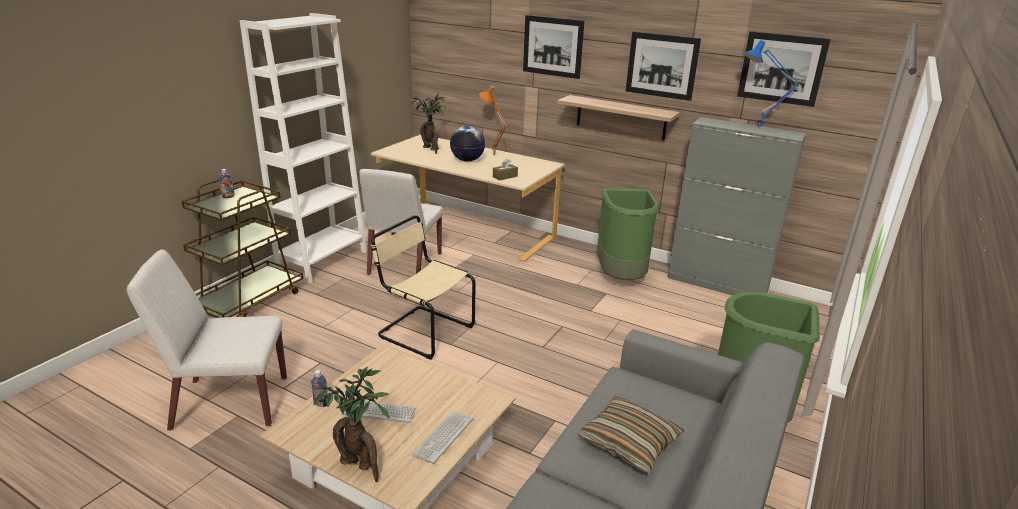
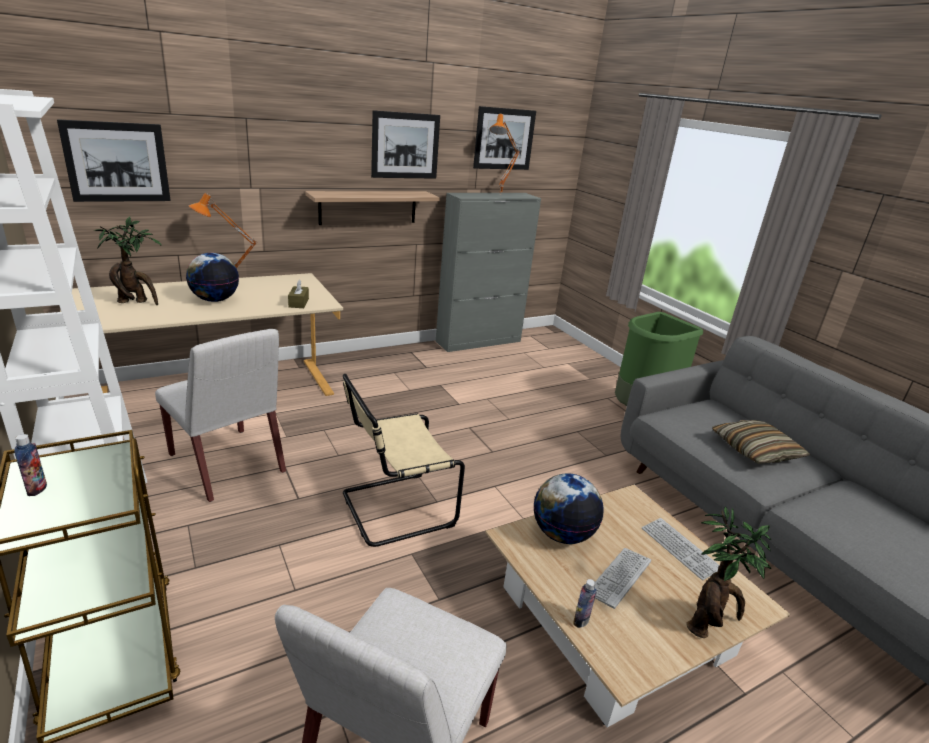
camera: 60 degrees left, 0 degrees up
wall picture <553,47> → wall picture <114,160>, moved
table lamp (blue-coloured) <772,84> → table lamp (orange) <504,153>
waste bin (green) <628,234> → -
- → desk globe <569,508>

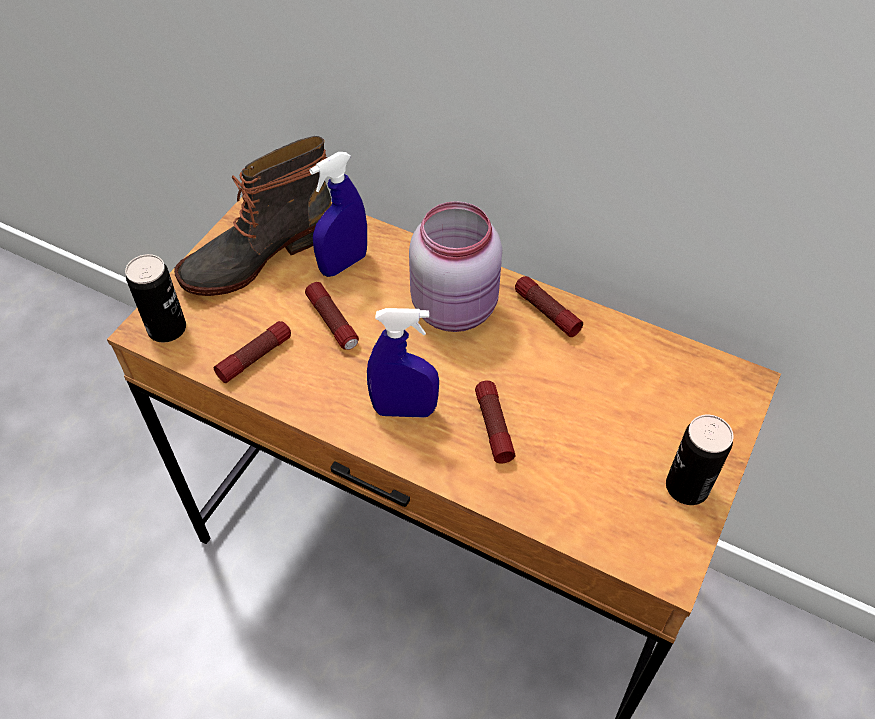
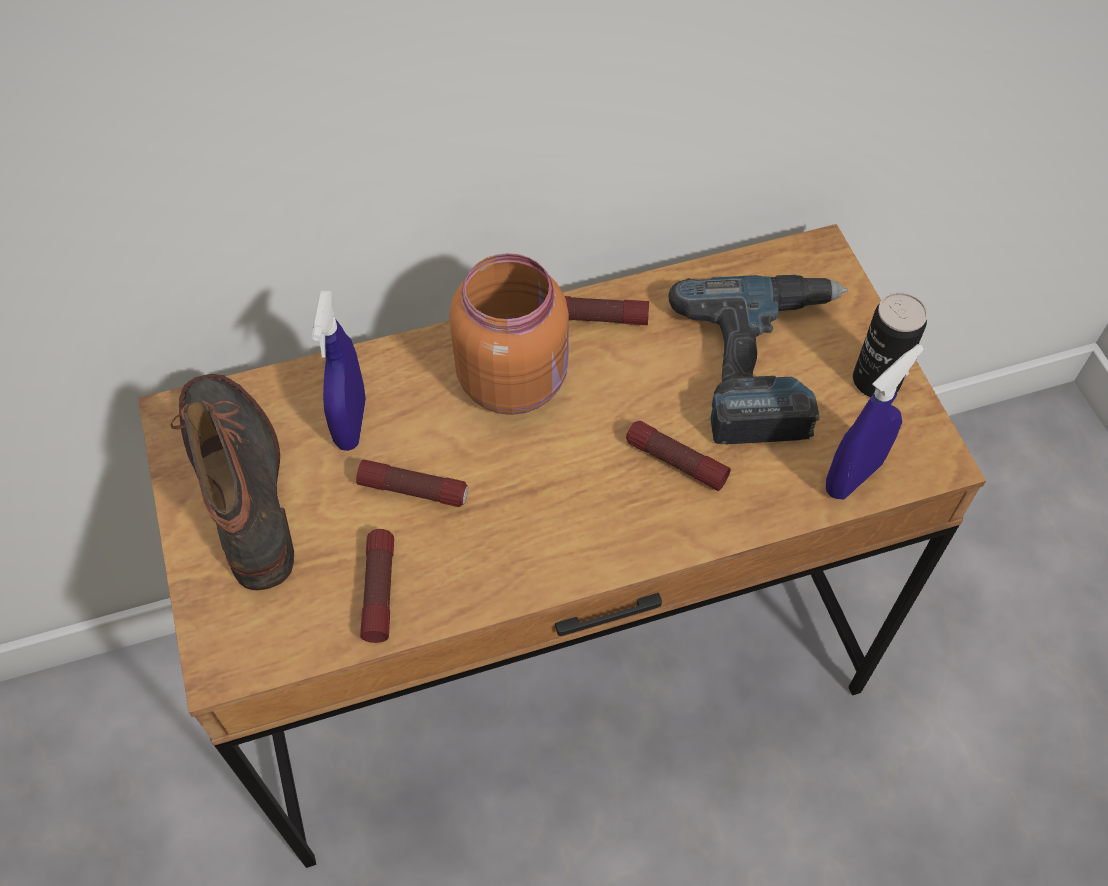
camera: 45 degrees left, 5 degrees up
boot <253,216> → boot <232,482>, 150 degrees clockwise
preserve jar (pink) <455,266> → preserve jar (orange) <509,334>
can <155,298> → -
spray bottle (blue-coloured) <403,363> → spray bottle (blue-coloured) <875,422>, moved
- → electric drill <758,359>

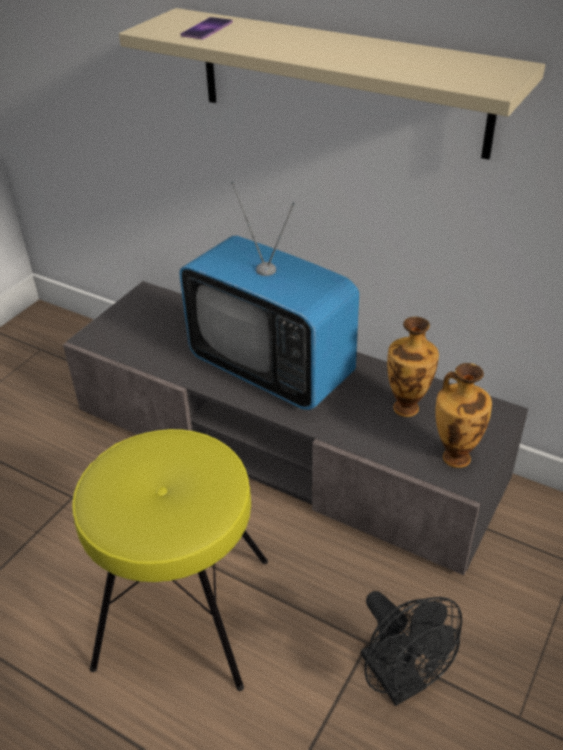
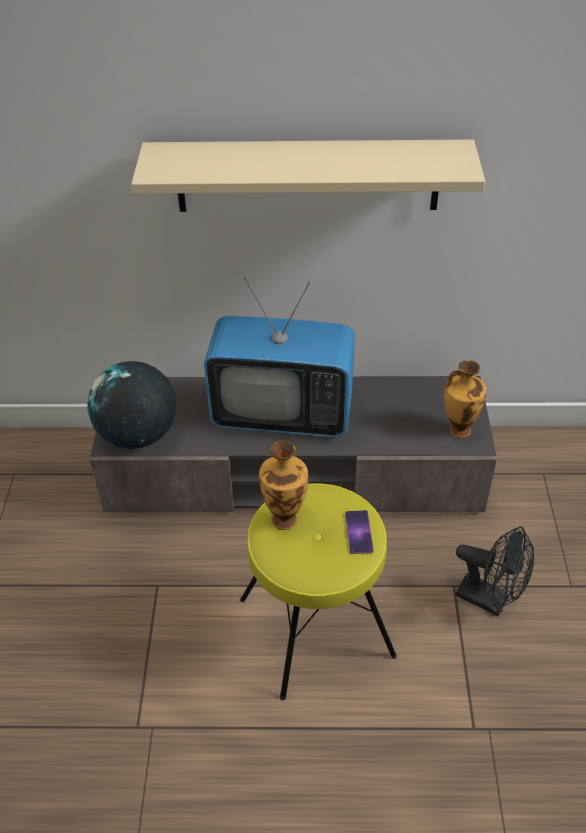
camera: 30 degrees left, 5 degrees up
telephone <207,28> → telephone <359,532>, moved
flower vase <413,367> → flower vase <283,485>, moved
- → desk globe <131,405>

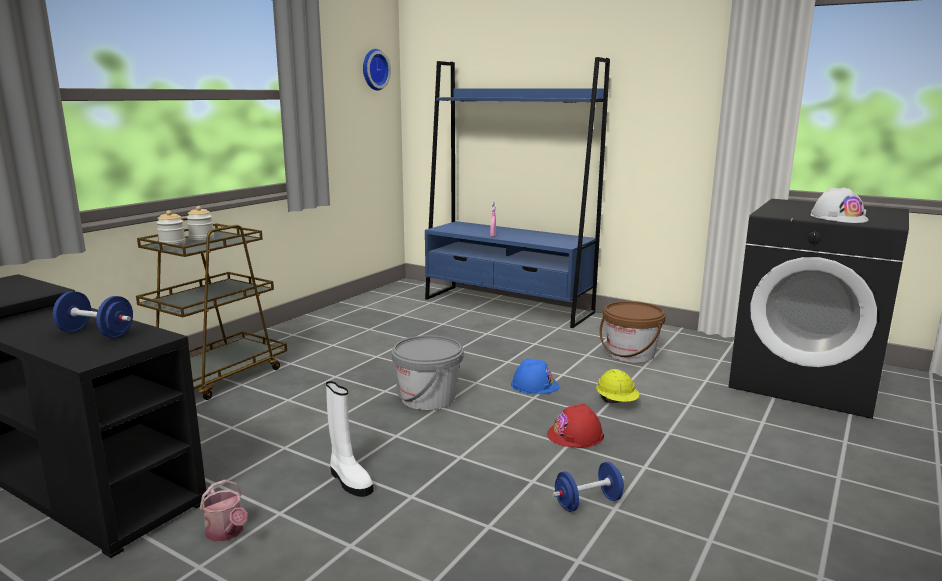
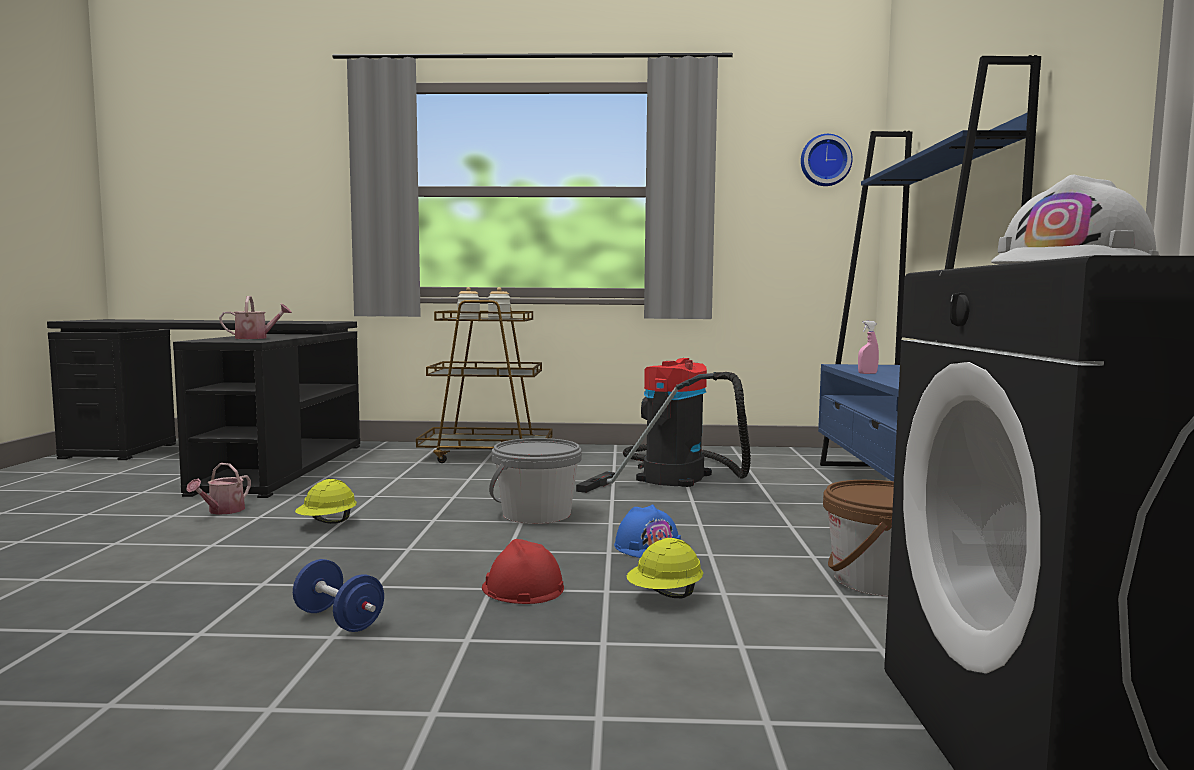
camera: 60 degrees right, 10 degrees down
free weight (blue-coloured) <93,314> → sprinkling can <255,317>
boot (white) <350,439> → safety helmet (yellow-coloured) <326,501>
- → vacuum cleaner <663,425>

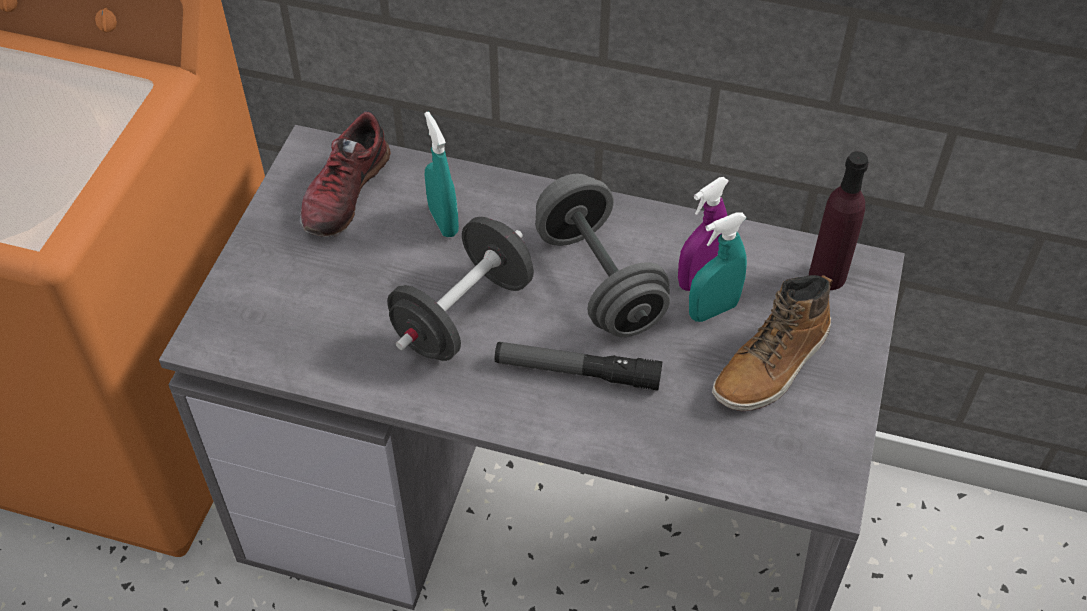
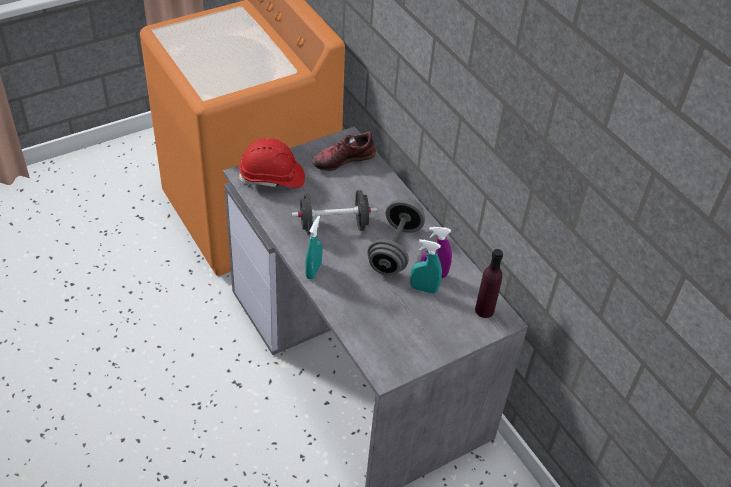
camera: 40 degrees right, 5 degrees down
spray bottle (blue-green) <441,174> → spray bottle (blue-green) <313,247>, moved
boot <772,343> → -
torch <578,366> → -
- → safety helmet (reddish) <271,163>

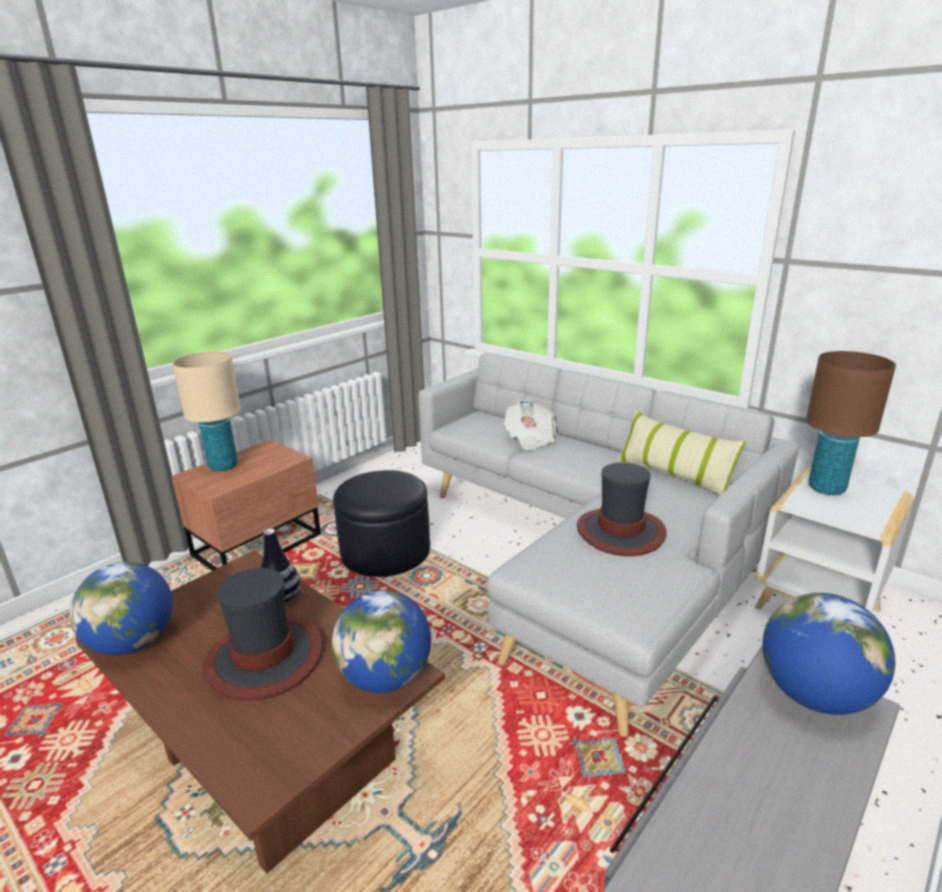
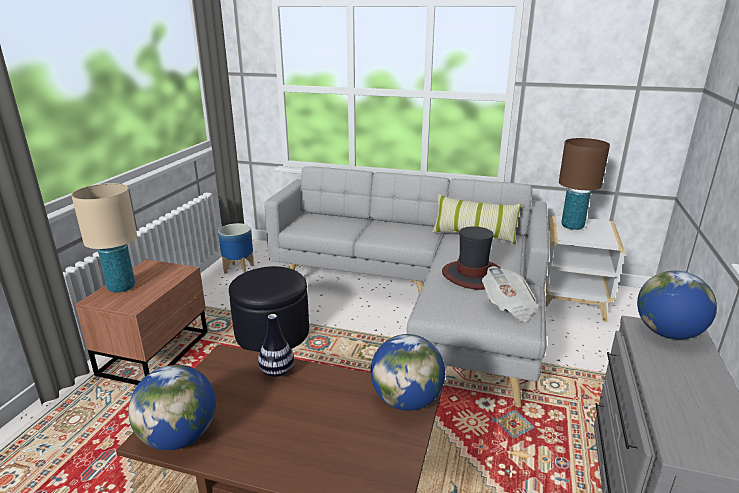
camera: 25 degrees left, 0 degrees up
printed paper <530,425> → printed paper <510,294>, moved
clothing hat <262,634> → -
- → flower pot <236,248>

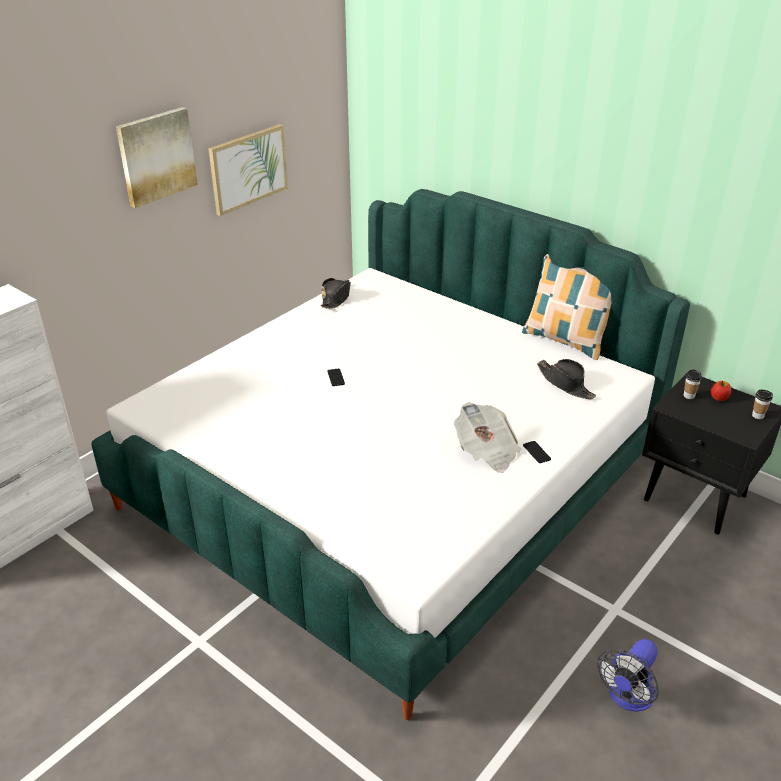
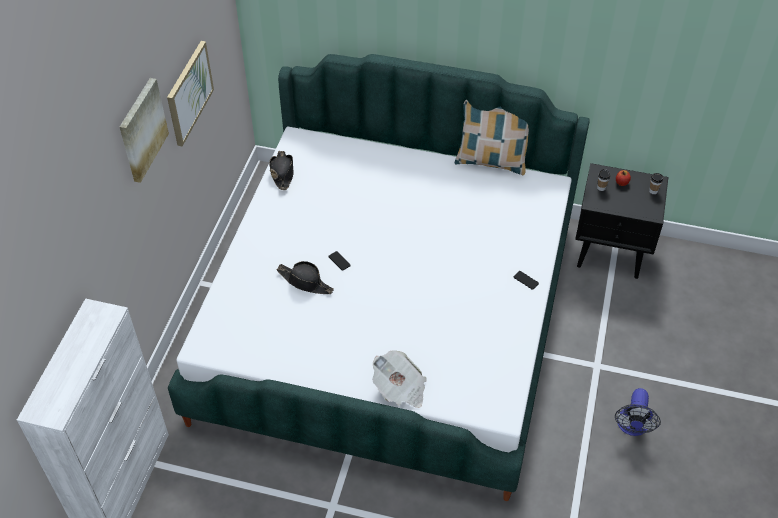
camera: 25 degrees left, 15 degrees up
clothing hat (blackish) <566,379> → clothing hat (blackish) <305,277>, moved
printed paper <488,437> → printed paper <399,379>, moved

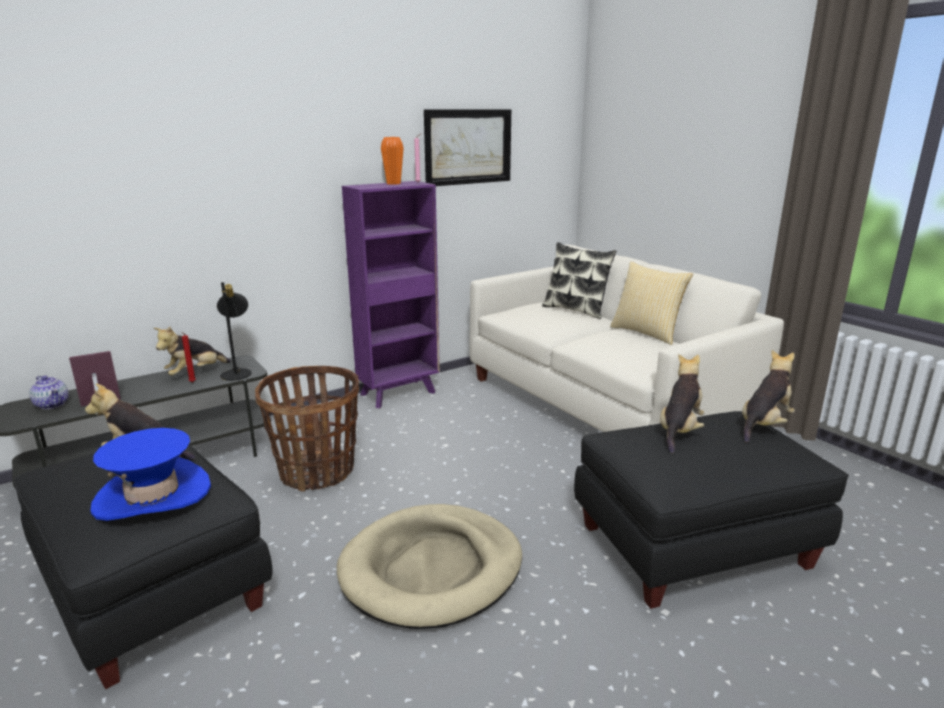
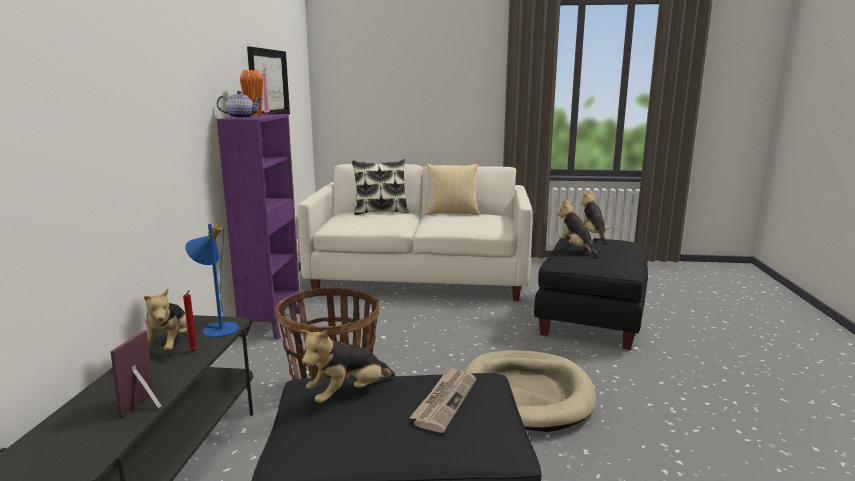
camera: 50 degrees left, 5 degrees down
table lamp (blackish) <234,331> → table lamp (blue-coloured) <212,280>
pot for tea <49,392> → pot for tea <239,104>, moved
clothing hat (blue-coloured) <150,474> → printed paper <442,399>

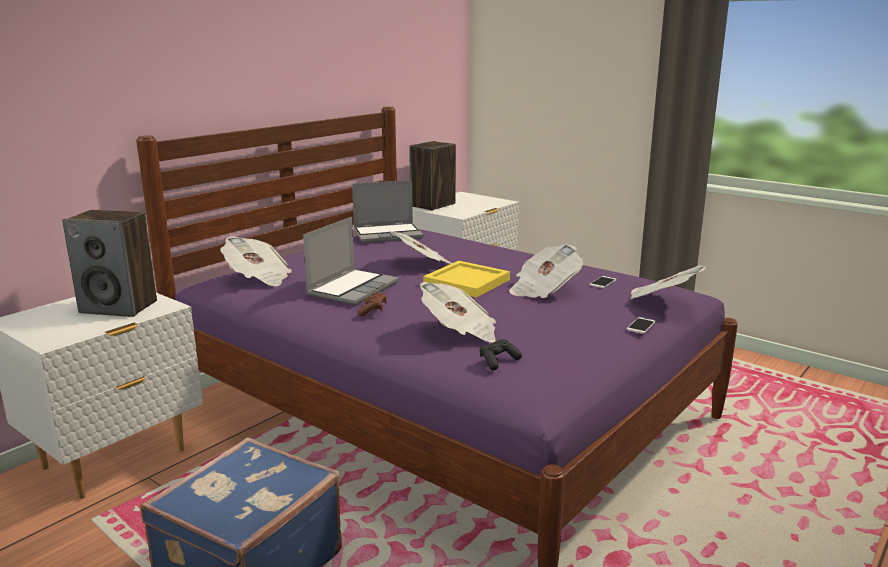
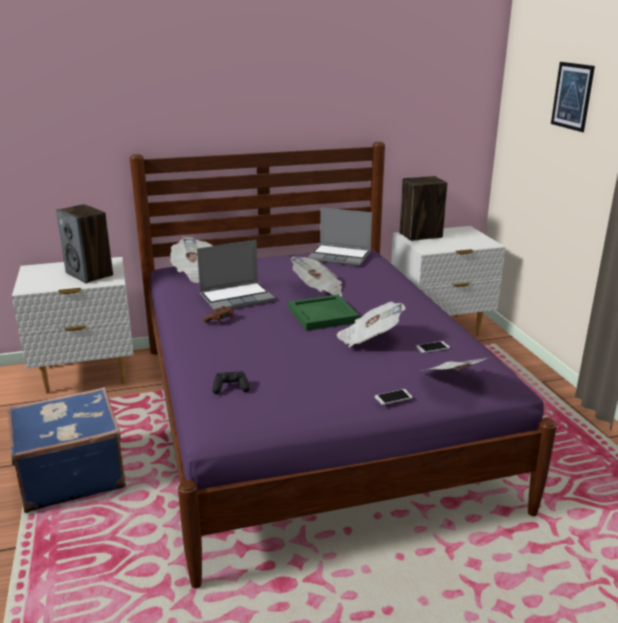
camera: 35 degrees right, 5 degrees up
tray (yellow-coloured) <466,279> → tray (green) <323,313>
printed paper <458,312> → -
- → wall picture <573,97>

